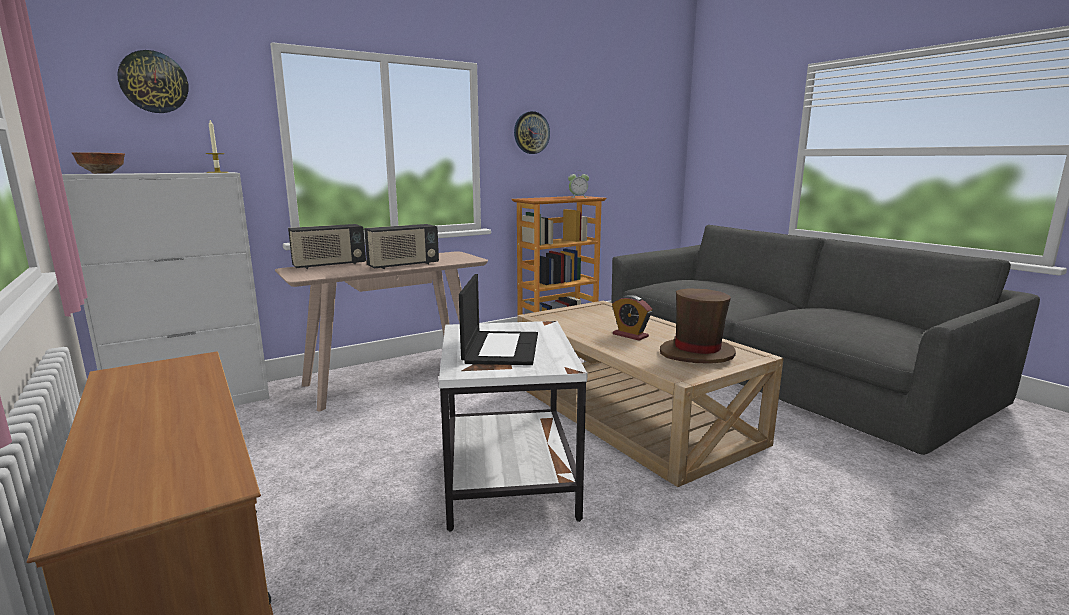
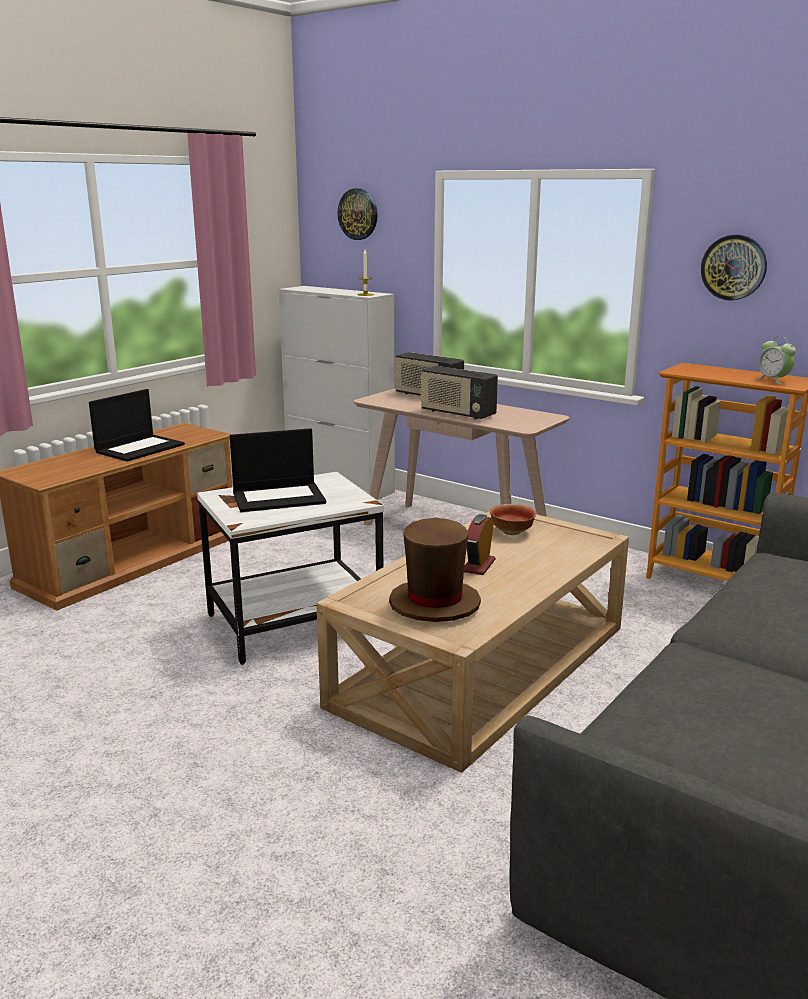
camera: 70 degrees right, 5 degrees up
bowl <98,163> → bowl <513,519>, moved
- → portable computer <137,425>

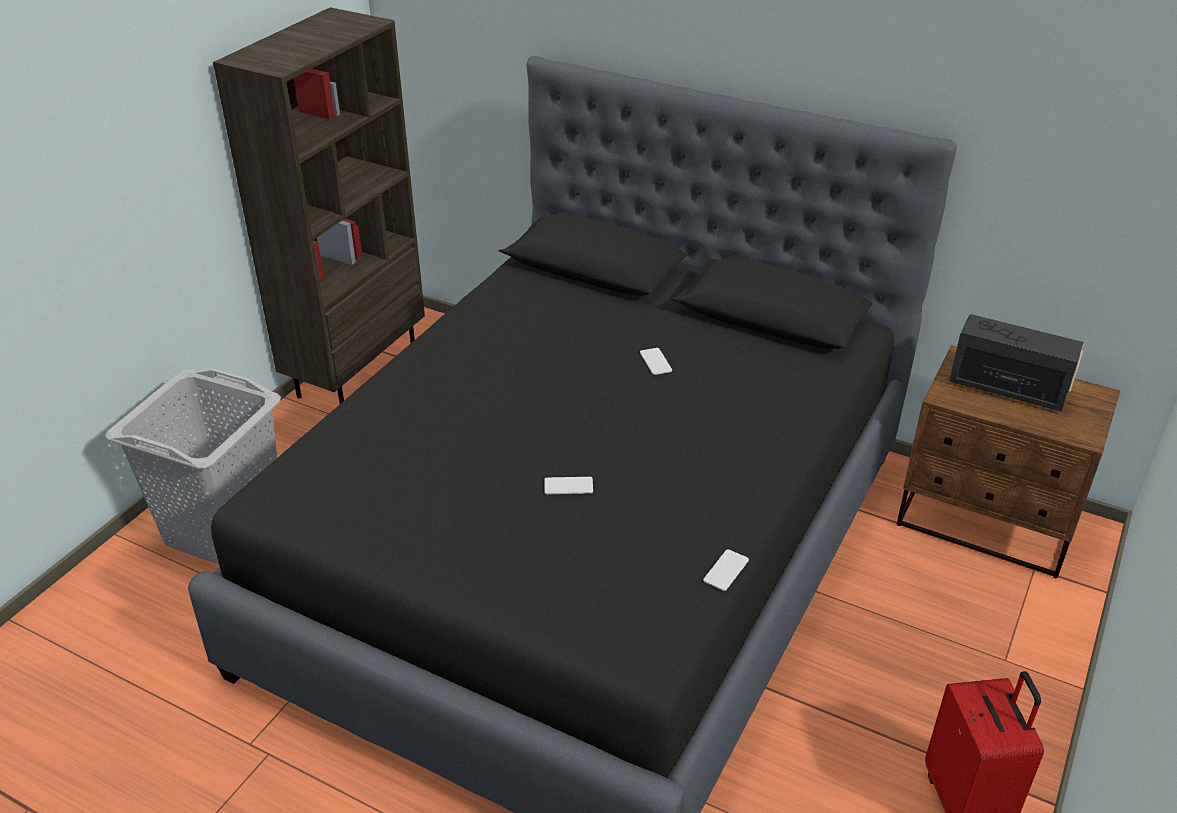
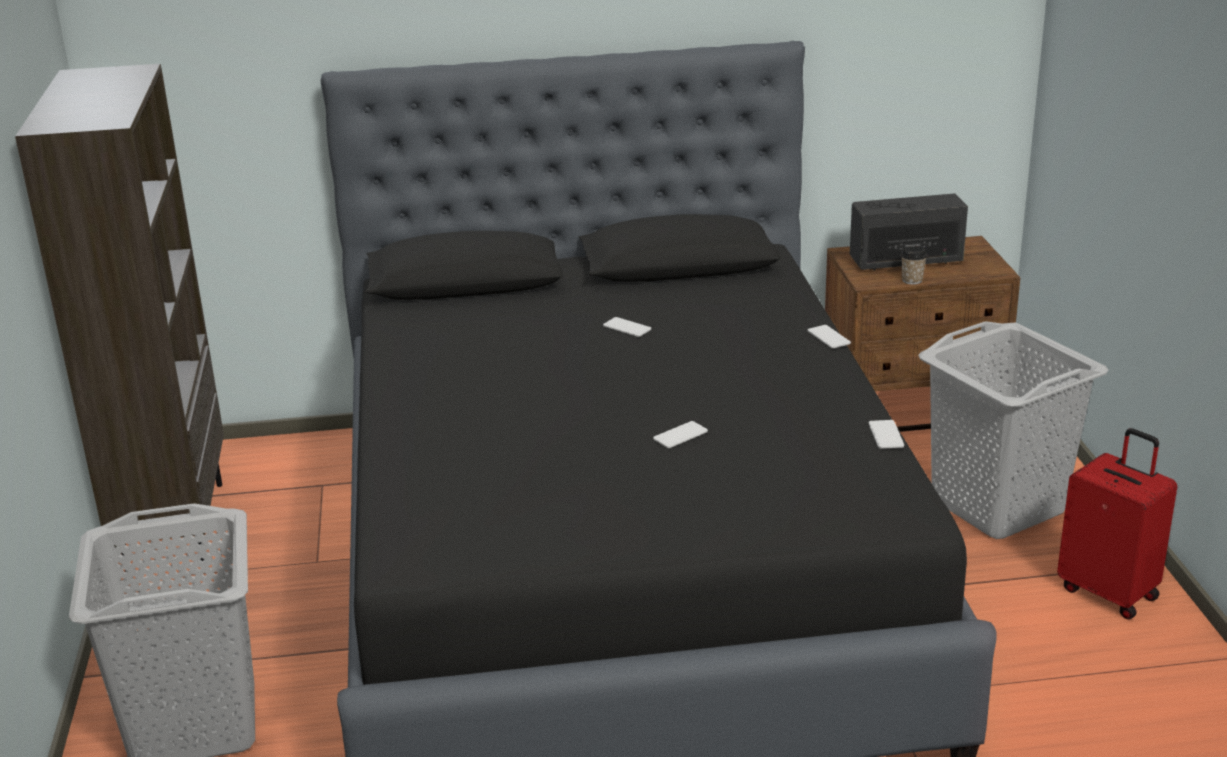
camera: 35 degrees left, 10 degrees down
- → cup <914,265>
- → laundry basket (greyish) <1013,430>
- → telephone <829,336>

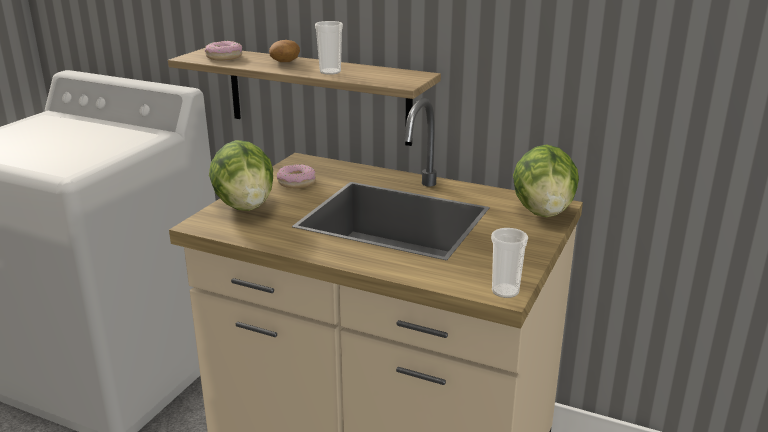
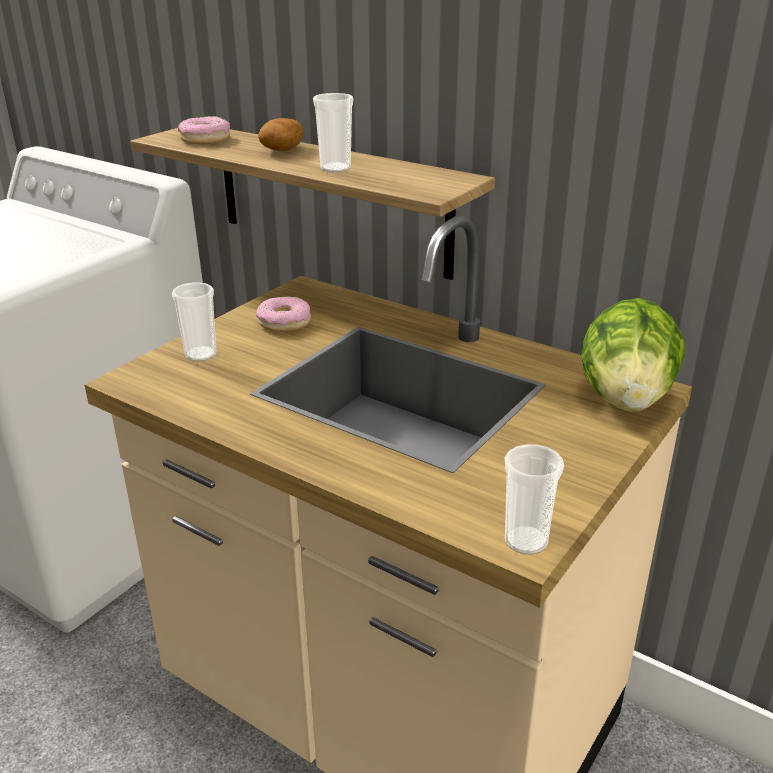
camera: 10 degrees right, 5 degrees up
lettuce <241,175> → cup <194,321>

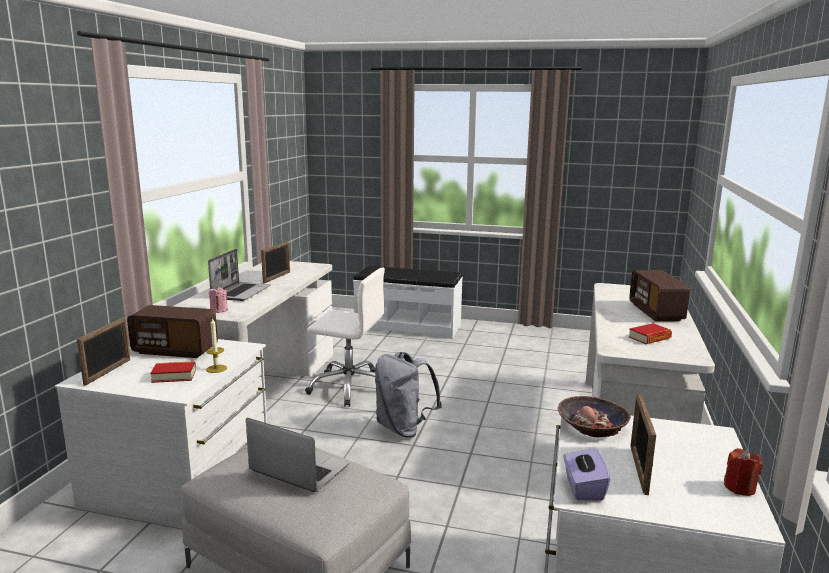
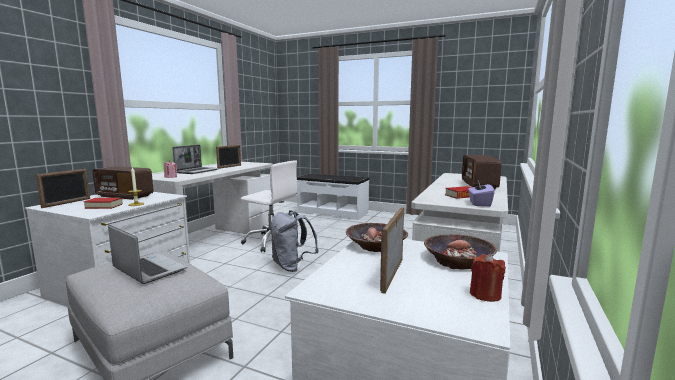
camera: 10 degrees right, 5 degrees down
tissue holder (purple) <586,473> → tissue holder (purple) <481,193>, moved
- → bowl <460,252>

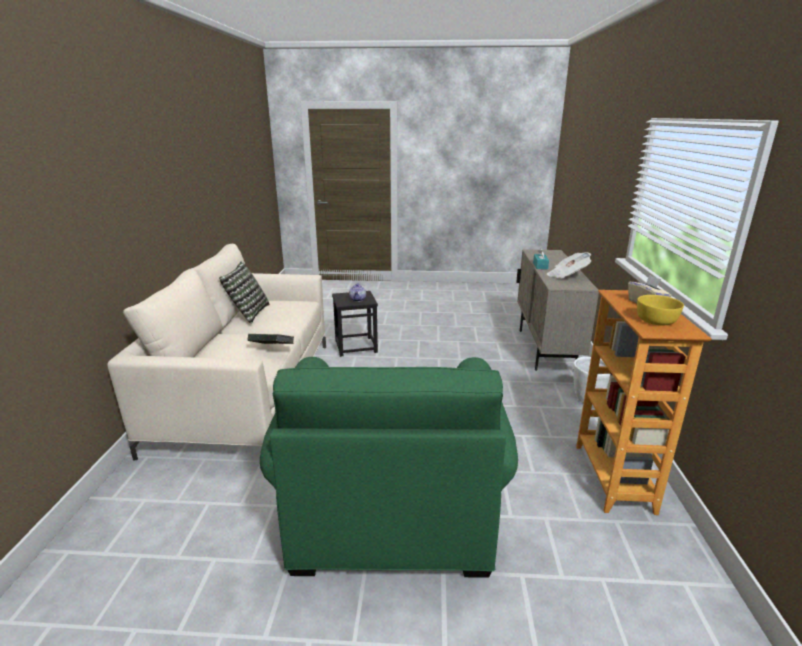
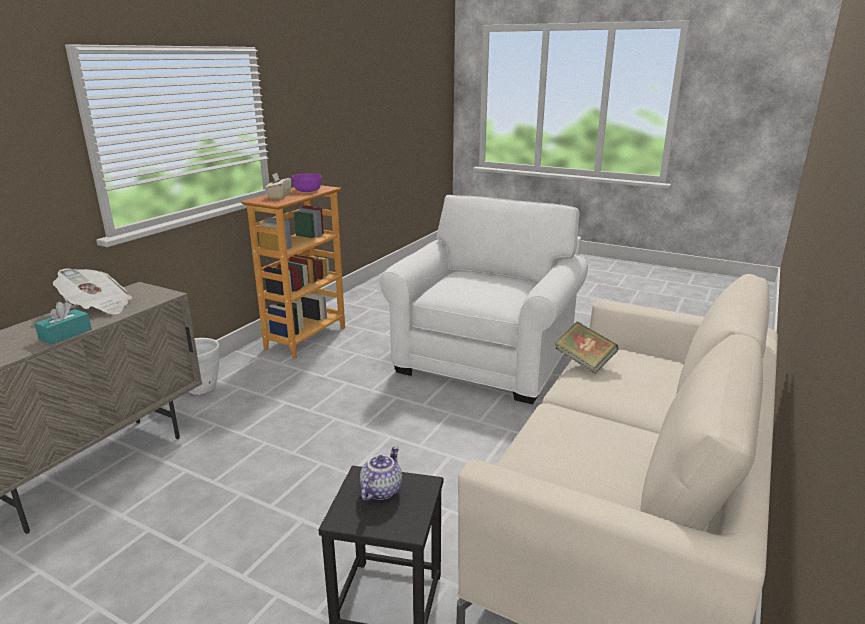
camera: 155 degrees left, 0 degrees up
cushion <244,293> → -
bowl (yellow-coloured) <660,310> → bowl (purple) <307,182>
lounge chair (green) <389,467> → lounge chair (white) <483,299>

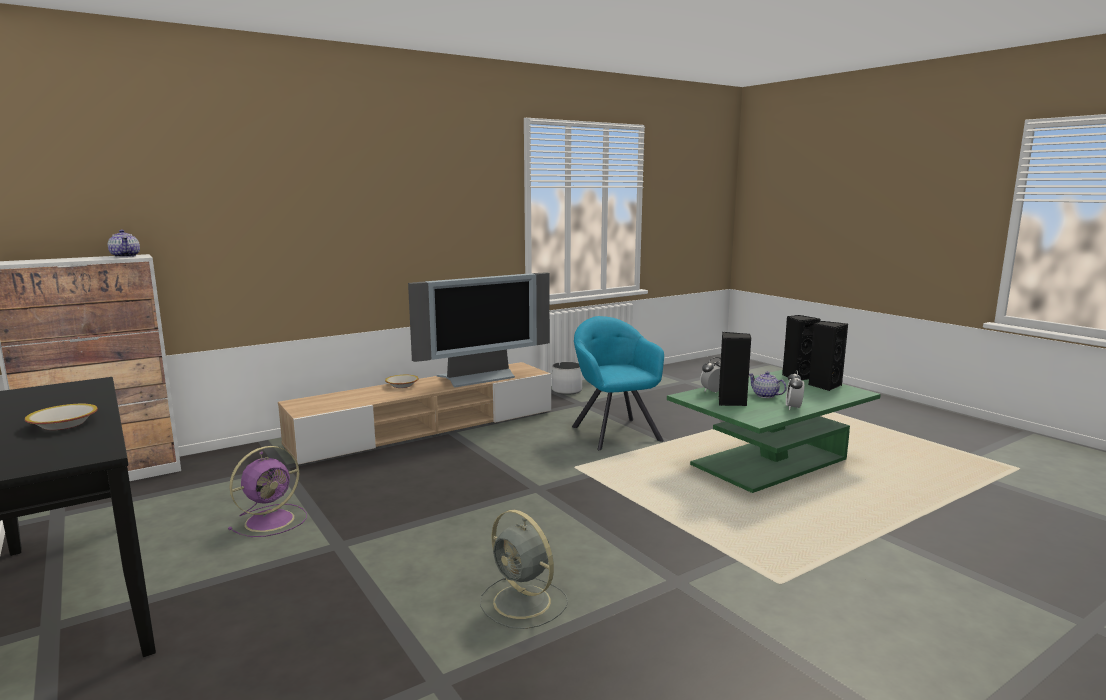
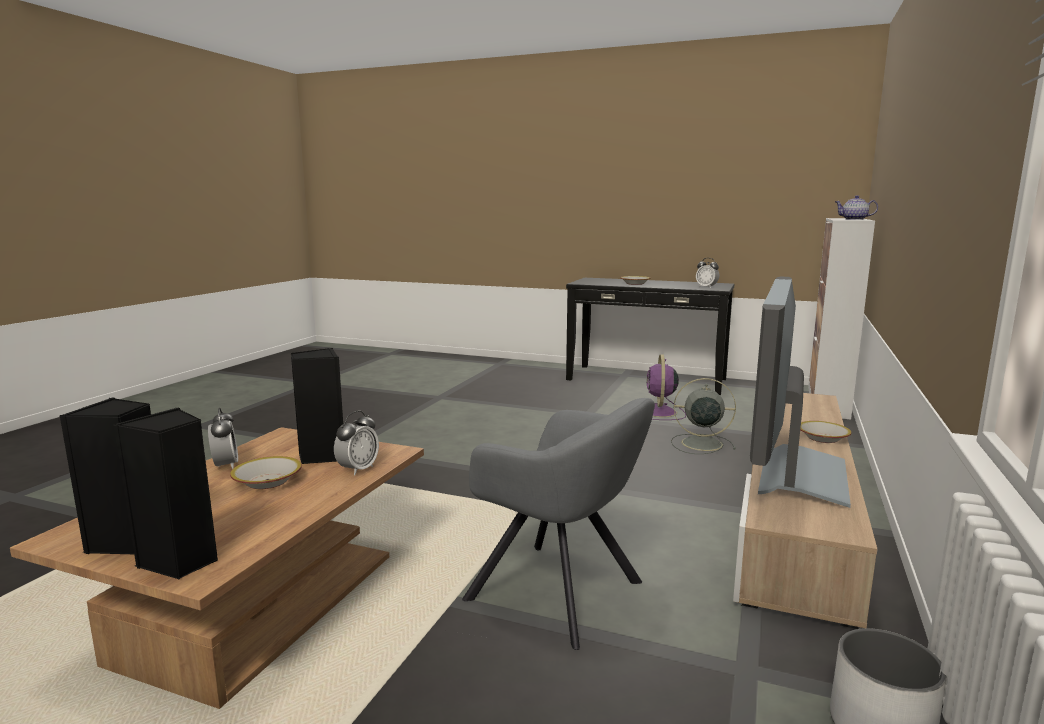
camera: 145 degrees right, 0 degrees up
lounge chair (blue-green) <618,383> → lounge chair (greyish) <558,524>
low table (green) <774,431> → low table (brown) <217,568>
pot for tea <768,385> → bowl <266,472>
fan (greyish) <524,569> → fan (greyish) <703,416>, moved
- → alarm clock <707,273>

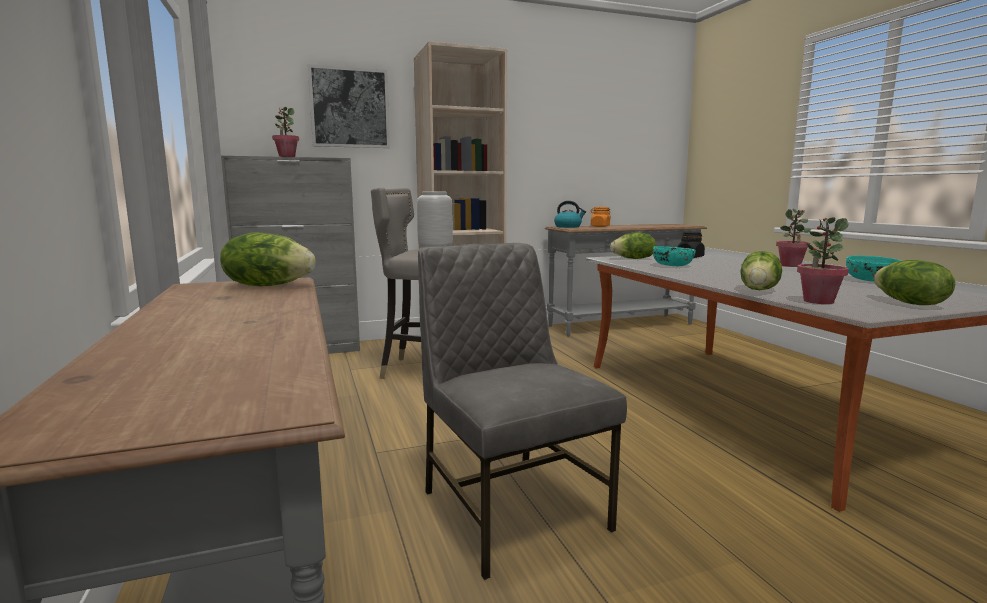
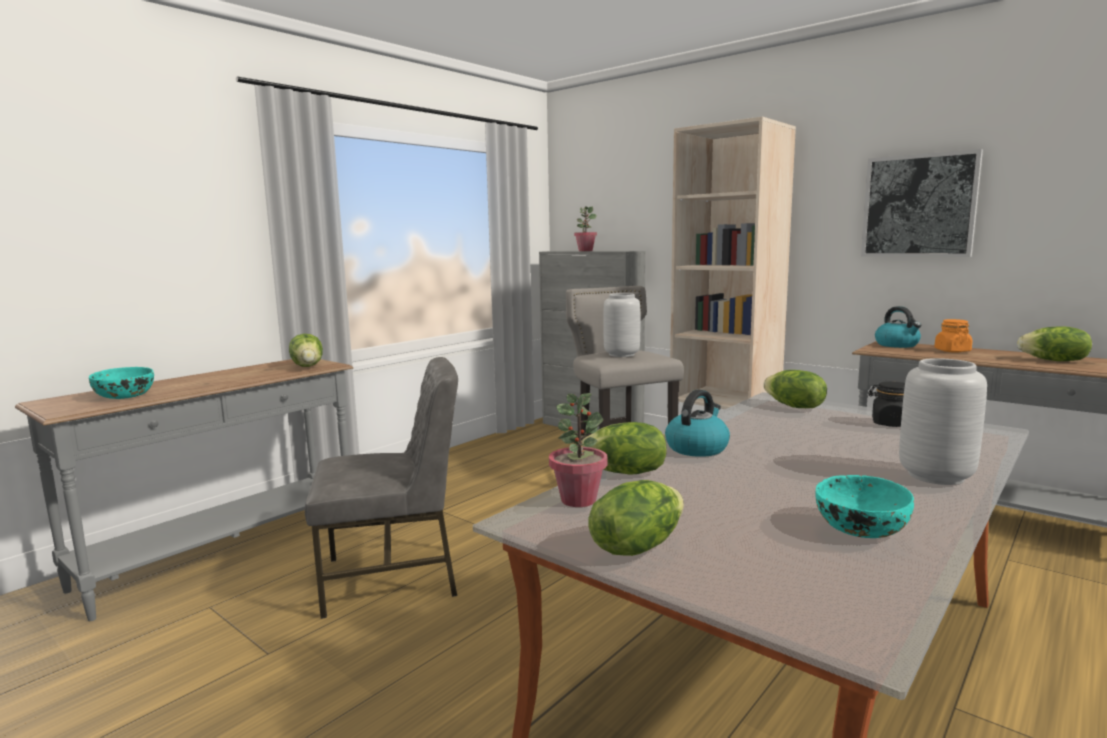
camera: 60 degrees right, 0 degrees up
wall picture <349,106> → wall picture <922,203>, moved
plant in a pot <793,238> → flower vase (greyish) <943,421>
plain chair (greyish) <522,411> → plain chair (greyish) <381,488>, 45 degrees clockwise
bowl (blue-green) <674,256> → bowl (blue-green) <121,383>, moved
- → lettuce <1054,343>
- → water kettle <697,423>

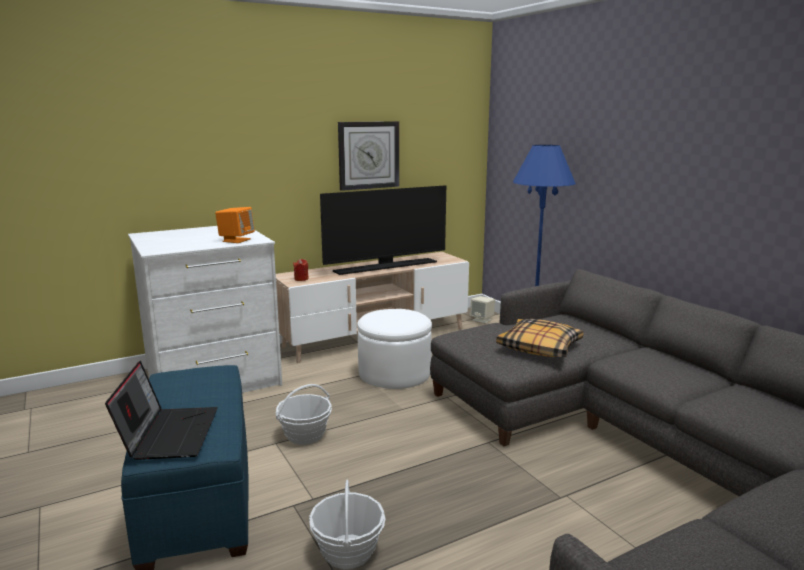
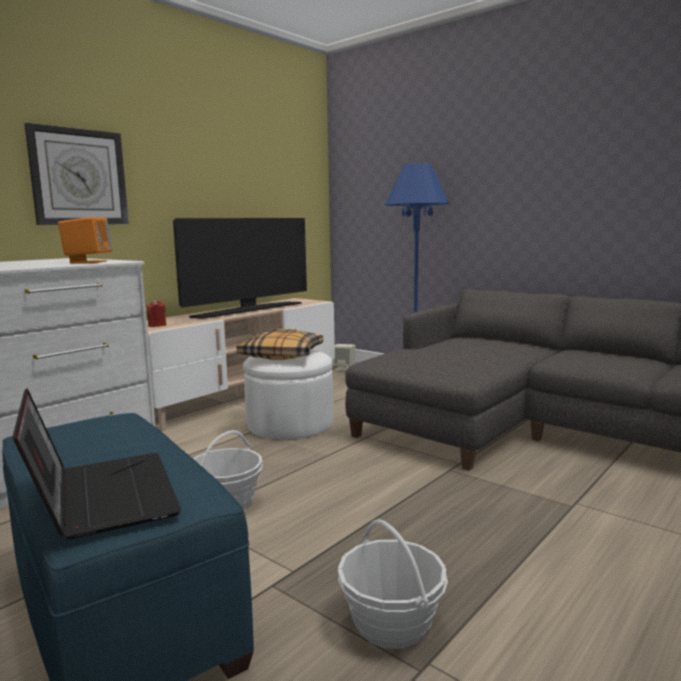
camera: 20 degrees left, 5 degrees down
wall clock <368,156> → wall clock <76,174>, moved
cushion <540,338> → cushion <279,344>, moved

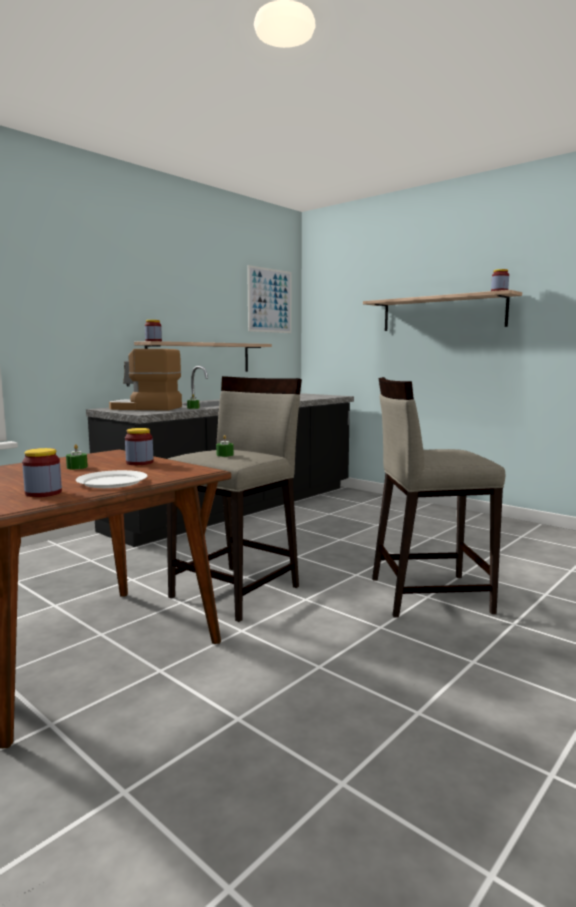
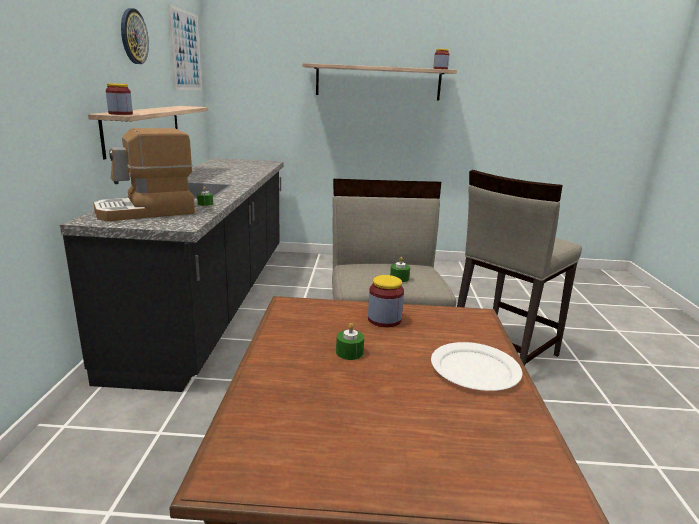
camera: 40 degrees left, 10 degrees up
preserve jar <42,472> → -
- → wall clock <135,36>

